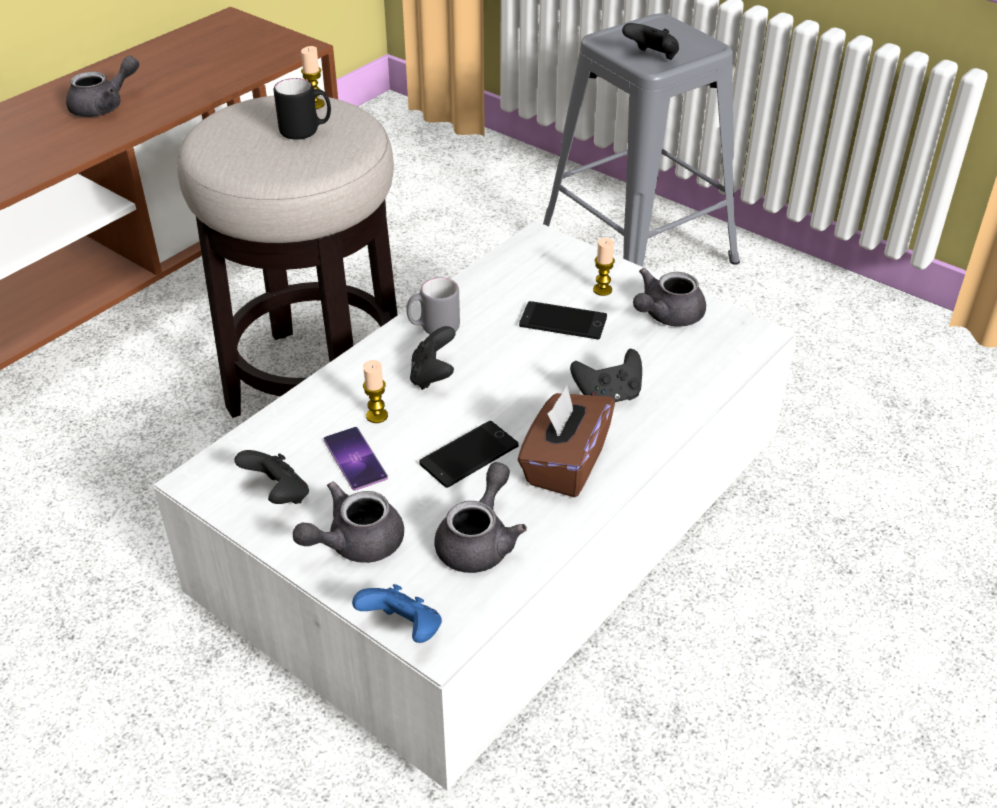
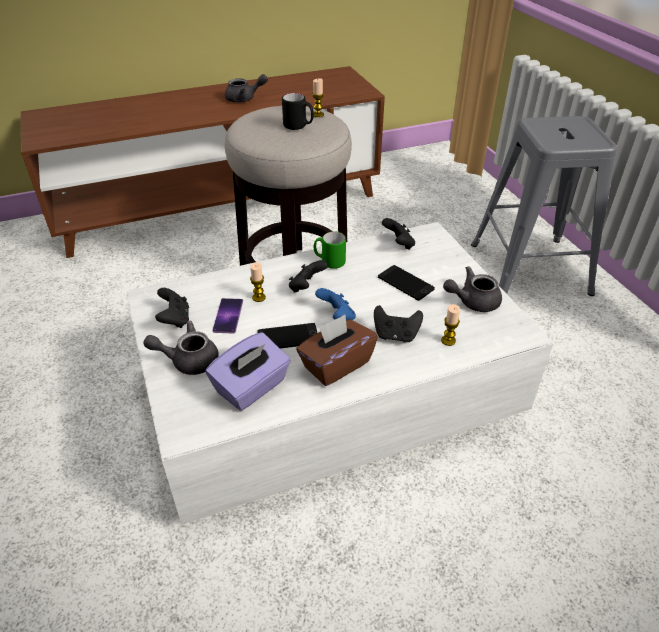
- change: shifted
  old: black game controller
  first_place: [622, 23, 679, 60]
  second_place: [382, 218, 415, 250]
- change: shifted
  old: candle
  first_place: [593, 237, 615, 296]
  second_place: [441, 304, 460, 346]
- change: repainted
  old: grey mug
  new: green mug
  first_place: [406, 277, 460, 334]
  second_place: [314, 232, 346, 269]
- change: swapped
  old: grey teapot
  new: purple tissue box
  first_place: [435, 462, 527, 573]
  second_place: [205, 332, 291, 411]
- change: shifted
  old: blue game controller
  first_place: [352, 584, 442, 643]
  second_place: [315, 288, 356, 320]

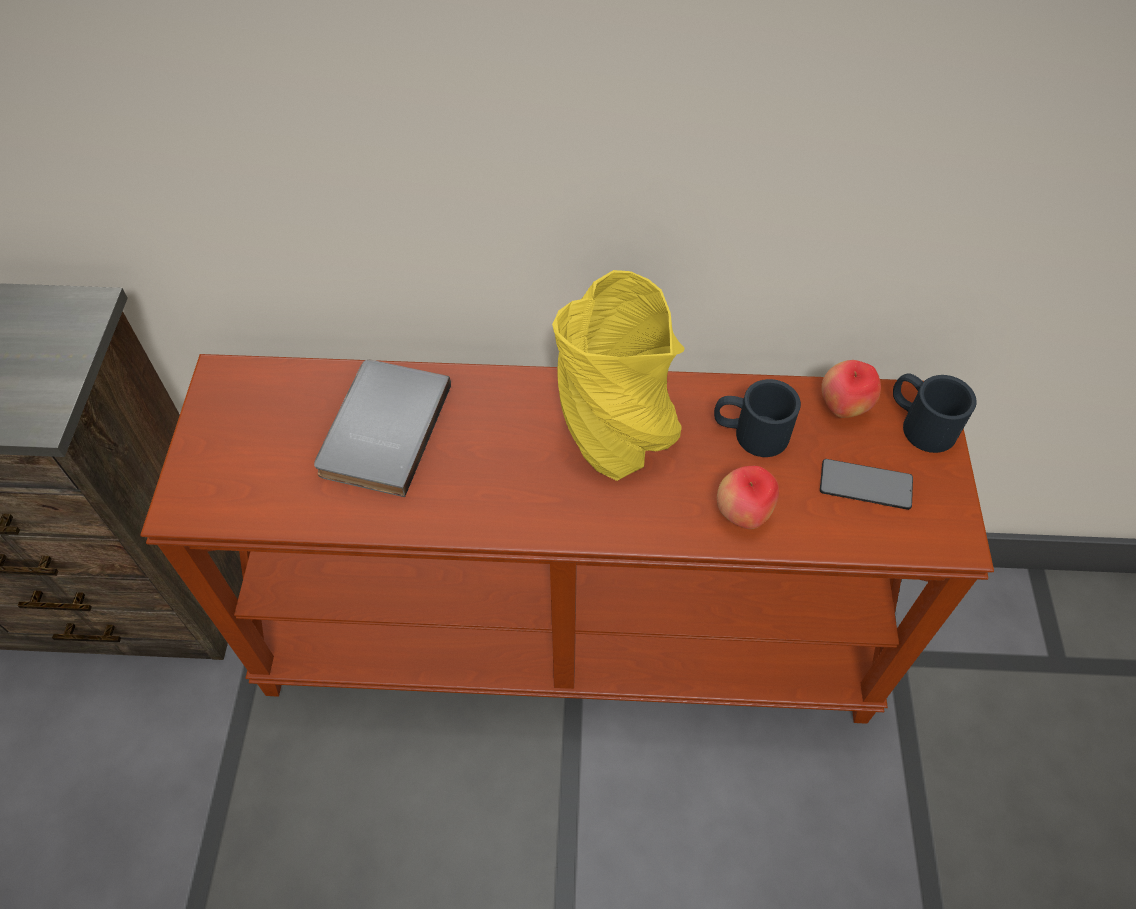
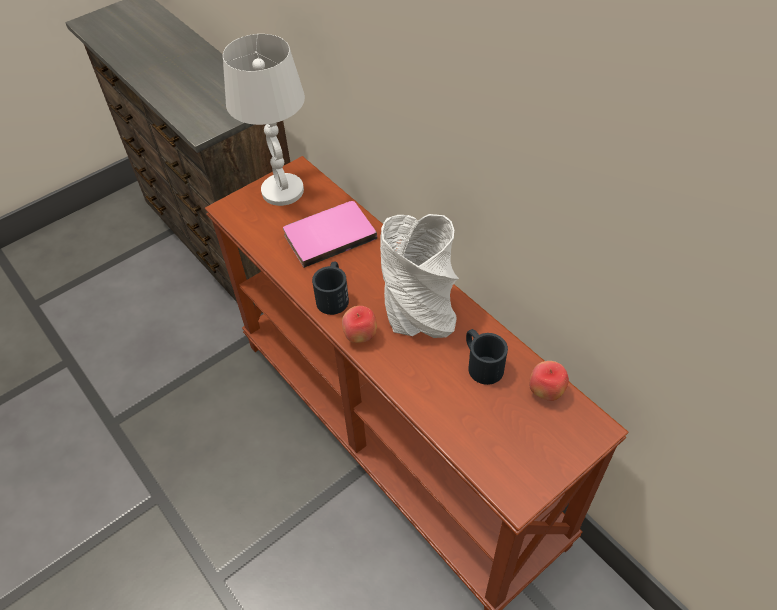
- change: repainted
  old: yellow vase
  new: grey vase
  first_place: [552, 270, 685, 481]
  second_place: [380, 214, 459, 338]
- change: repainted
  old: grey book
  new: pink book
  first_place: [314, 360, 451, 497]
  second_place: [283, 201, 377, 268]
- change: shifted
  old: black mug
  first_place: [893, 373, 977, 453]
  second_place: [312, 261, 349, 315]
- change: gone
  old: phone
  first_place: [820, 459, 913, 510]
- change: shifted
  old: apple
  first_place: [717, 466, 779, 529]
  second_place: [342, 306, 377, 343]
- change: new
  new: white table lamp
  second_place: [223, 34, 305, 206]

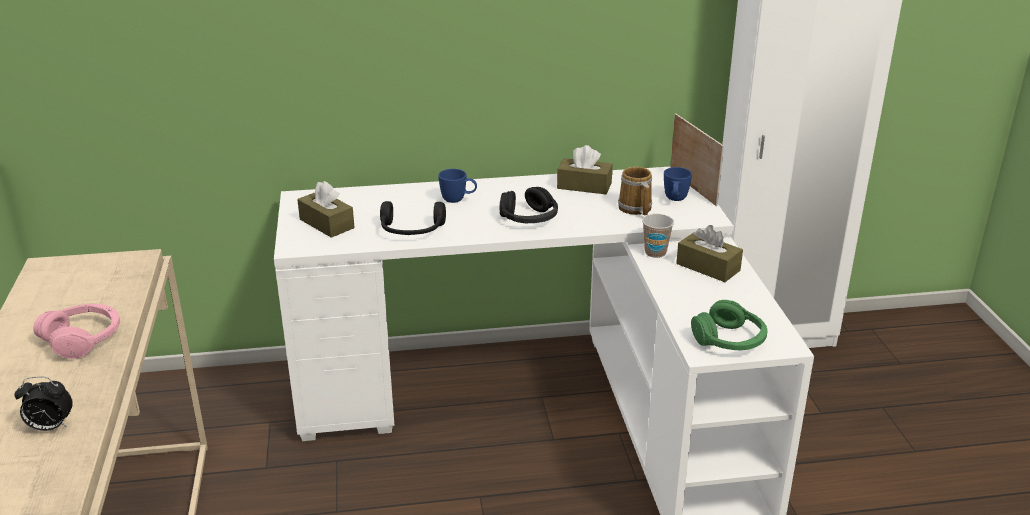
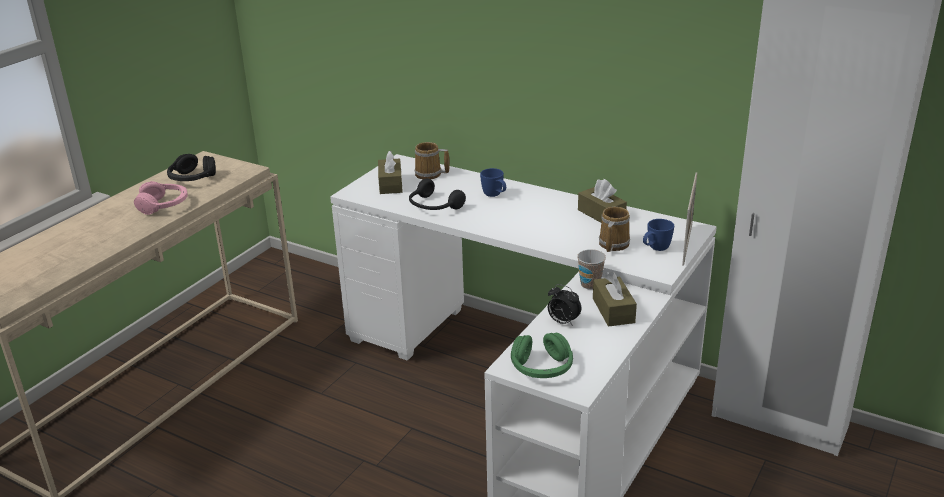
- change: shifted
  old: black headphones
  first_place: [499, 187, 558, 223]
  second_place: [167, 154, 216, 181]
- change: shifted
  old: alarm clock
  first_place: [14, 377, 73, 431]
  second_place: [548, 284, 581, 326]
- change: new
  new: mug
  second_place: [414, 142, 450, 180]

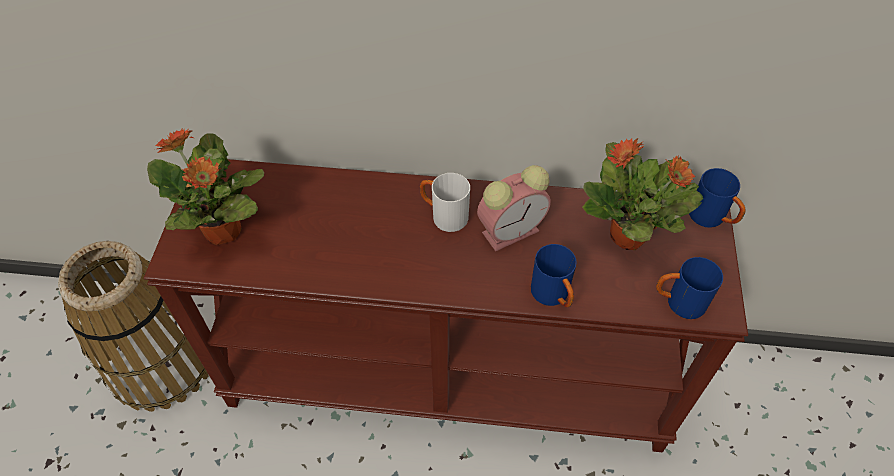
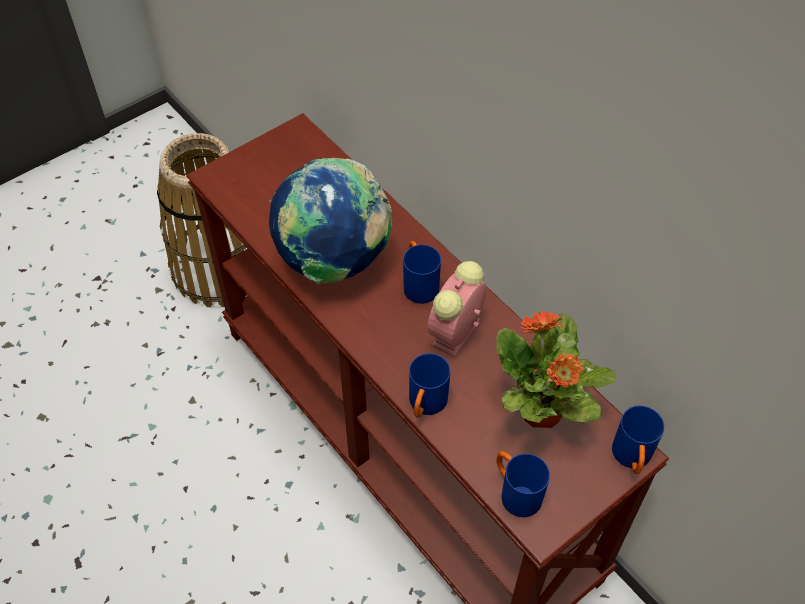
- change: gone
  old: potted plant
  first_place: [147, 129, 264, 245]
- change: rotated
  old: alarm clock
  first_place: [477, 165, 551, 251]
  second_place: [427, 261, 487, 357]
  degrees: 105
- change: repainted
  old: white mug
  new: blue mug
  first_place: [420, 173, 470, 232]
  second_place: [403, 241, 441, 304]
- change: new
  new: globe
  second_place: [269, 158, 393, 285]

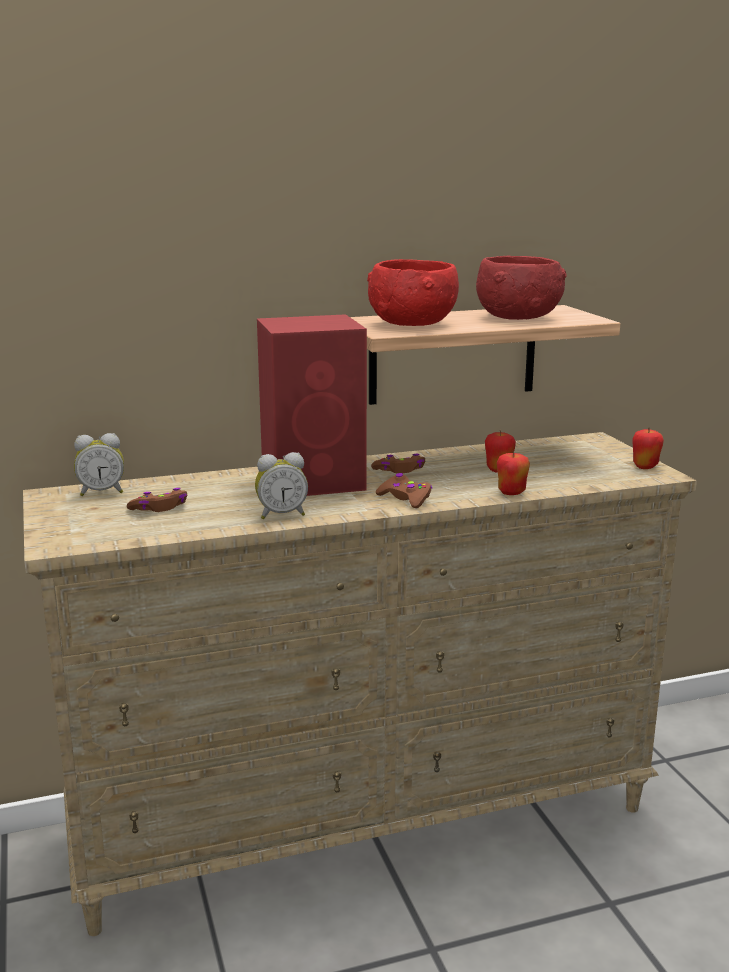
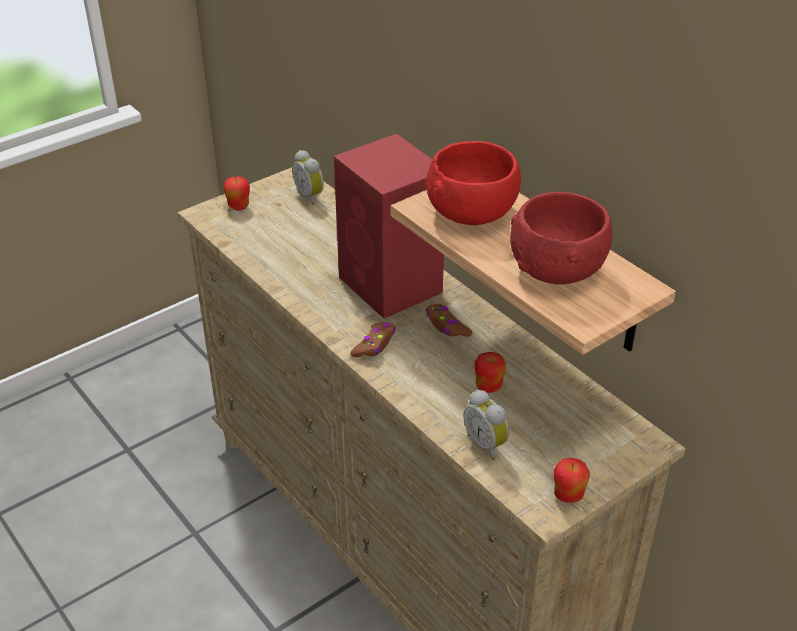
- change: shifted
  old: apple
  first_place: [497, 451, 530, 495]
  second_place: [223, 176, 250, 211]
- change: shifted
  old: alarm clock
  first_place: [255, 452, 308, 519]
  second_place: [463, 390, 509, 460]
- change: gone
  old: brown game controller
  first_place: [127, 488, 188, 512]

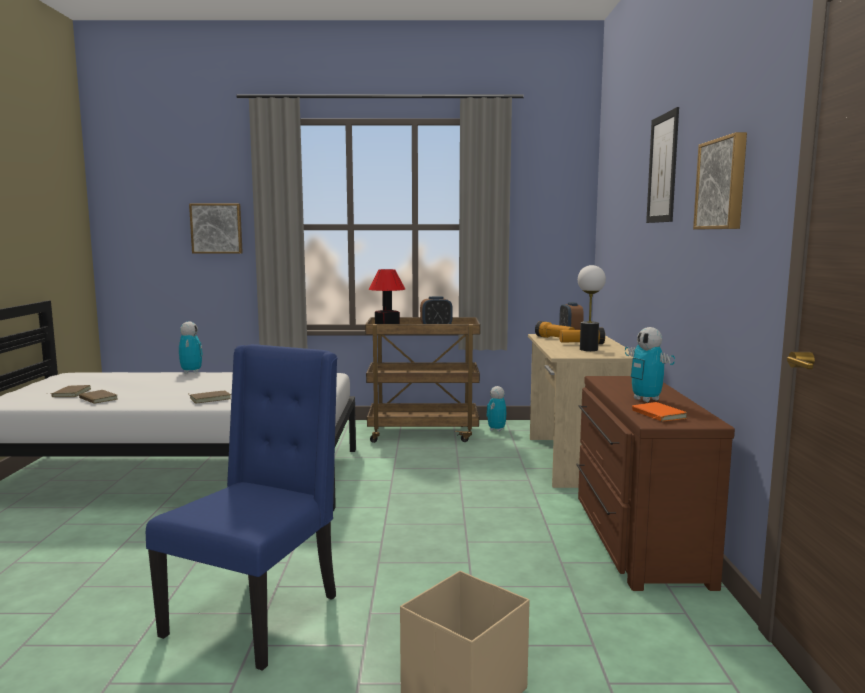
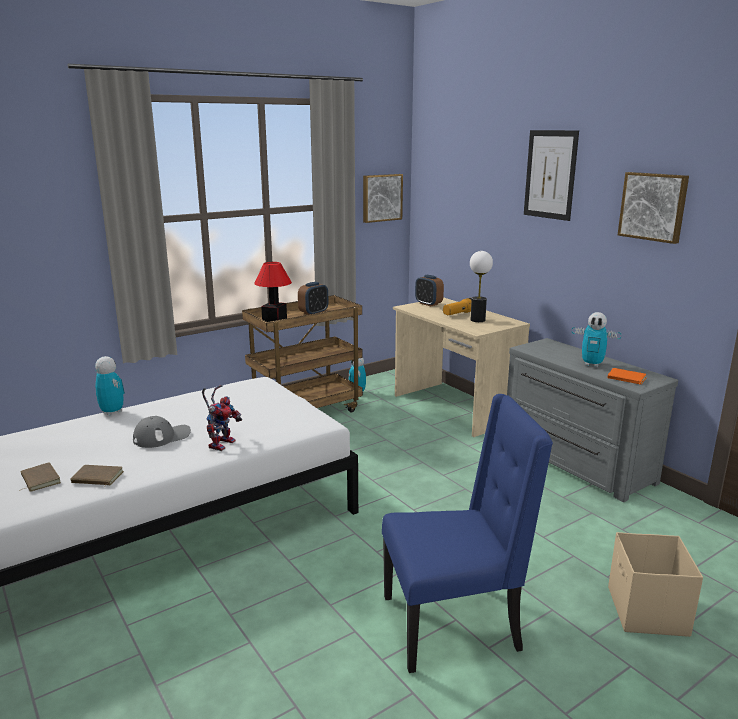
- change: shifted
  old: picture
  first_place: [189, 204, 243, 254]
  second_place: [363, 174, 403, 223]
- change: gone
  old: flashlight
  first_place: [535, 321, 575, 338]
- change: rotated
  old: blue chair
  first_place: [146, 344, 338, 671]
  second_place: [382, 394, 553, 673]
  degrees: 90
- change: repainted
  old: brown dresser
  new: grey dresser
  first_place: [576, 376, 735, 591]
  second_place: [507, 338, 678, 502]
- change: swapped
  old: brown book
  new: toy robot
  first_place: [188, 391, 231, 403]
  second_place: [202, 385, 242, 451]
- change: new
  new: grey cap
  second_place: [133, 416, 191, 448]

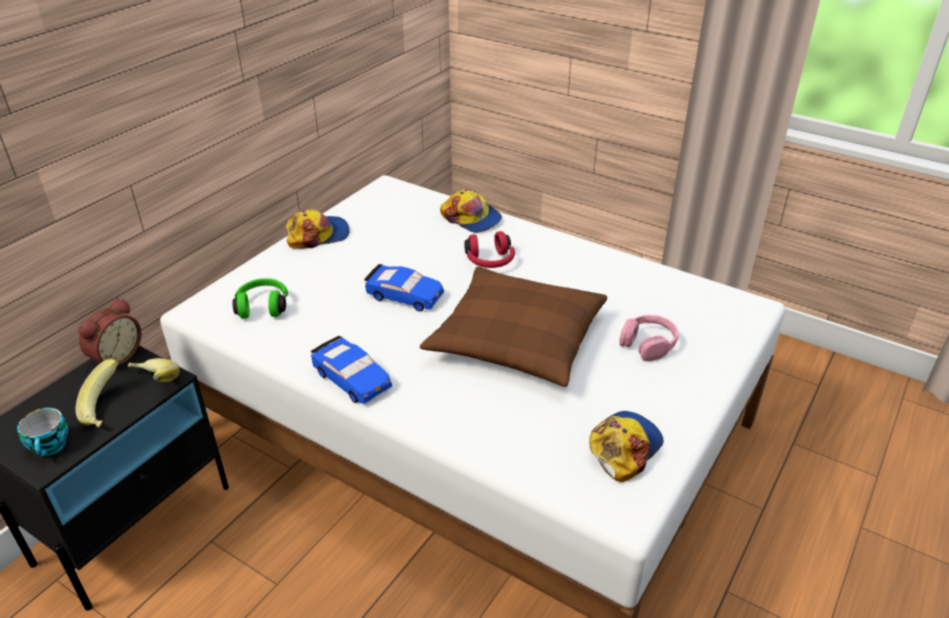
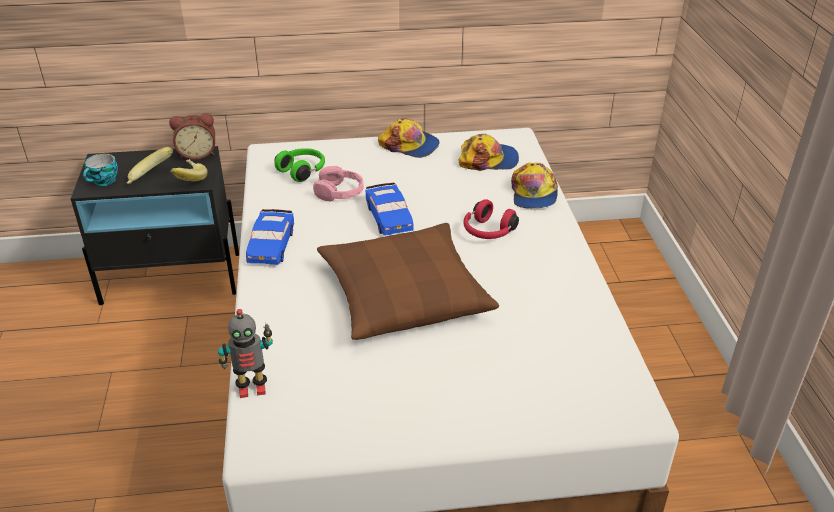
- change: shifted
  old: pink headphones
  first_place: [619, 315, 678, 362]
  second_place: [313, 166, 364, 202]
- change: shifted
  old: cap
  first_place: [589, 411, 664, 482]
  second_place: [458, 134, 519, 171]
- change: new
  new: toy robot
  second_place: [218, 309, 273, 398]

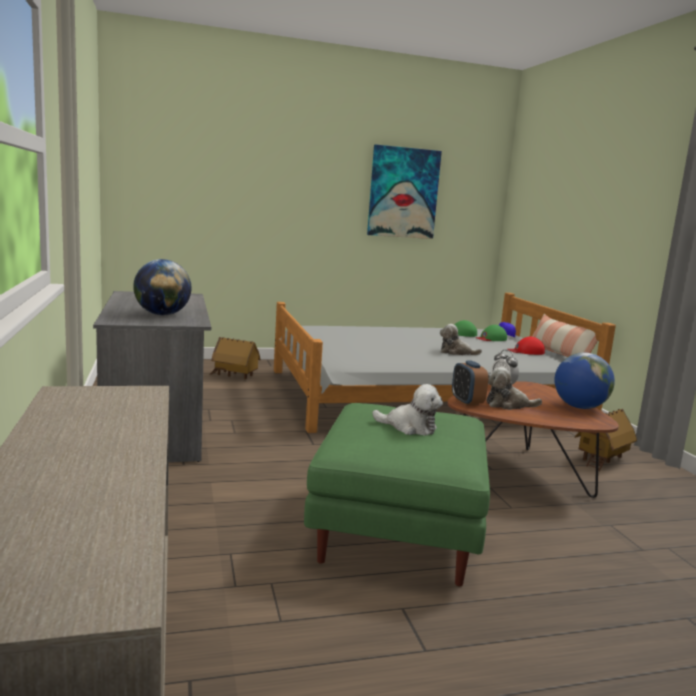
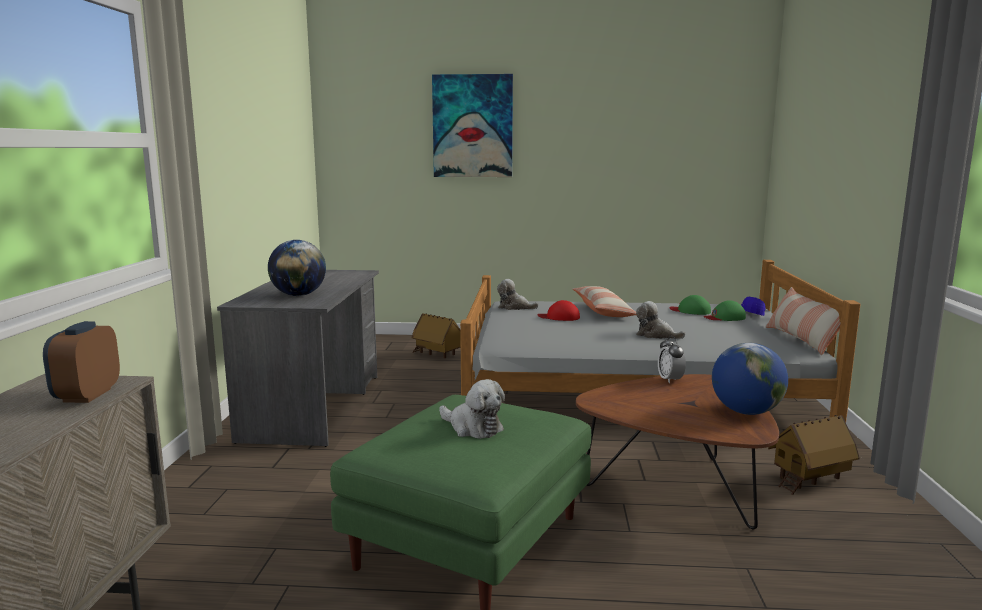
- change: shifted
  old: picture
  first_place: [367, 144, 442, 239]
  second_place: [432, 74, 513, 177]
- change: shifted
  old: red cap
  first_place: [508, 337, 545, 355]
  second_place: [537, 300, 580, 321]
- change: shifted
  old: alarm clock
  first_place: [452, 361, 488, 406]
  second_place: [43, 321, 120, 403]
- change: shifted
  old: plush toy
  first_place: [487, 367, 542, 410]
  second_place: [497, 279, 539, 310]
- change: new
  new: pillow
  second_place: [573, 286, 637, 317]

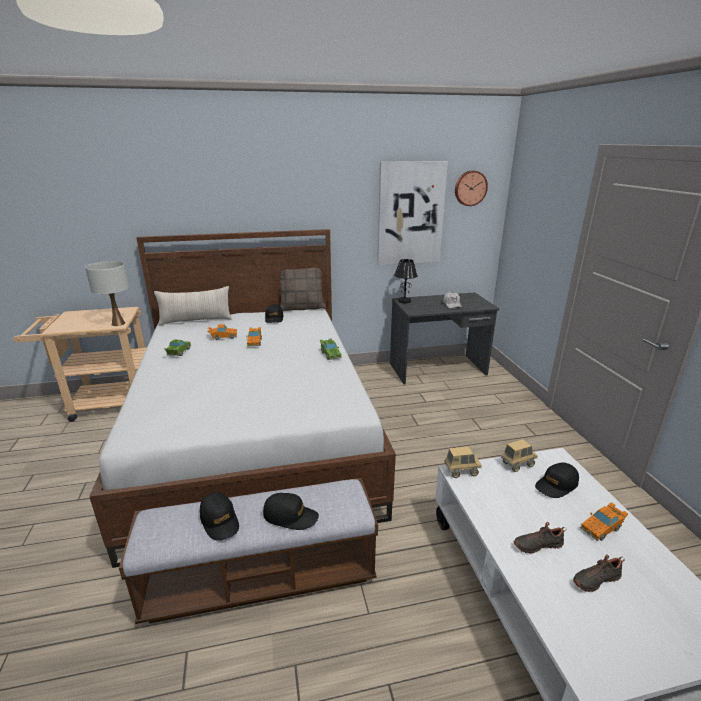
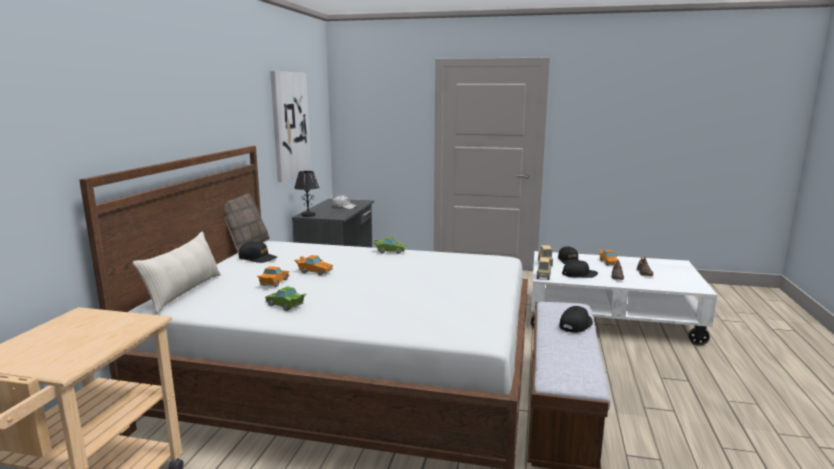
- change: gone
  old: wall clock
  first_place: [455, 171, 488, 206]
- change: gone
  old: white table lamp
  first_place: [85, 261, 129, 326]
- change: shifted
  old: black cap
  first_place: [200, 492, 239, 541]
  second_place: [562, 261, 598, 278]

